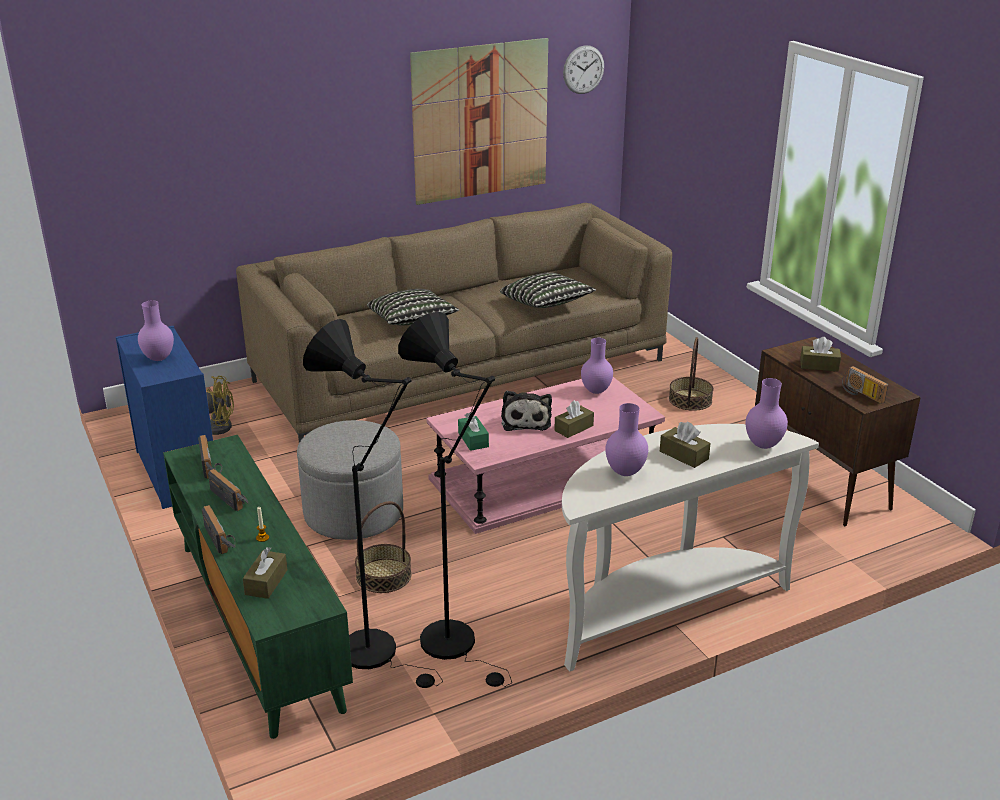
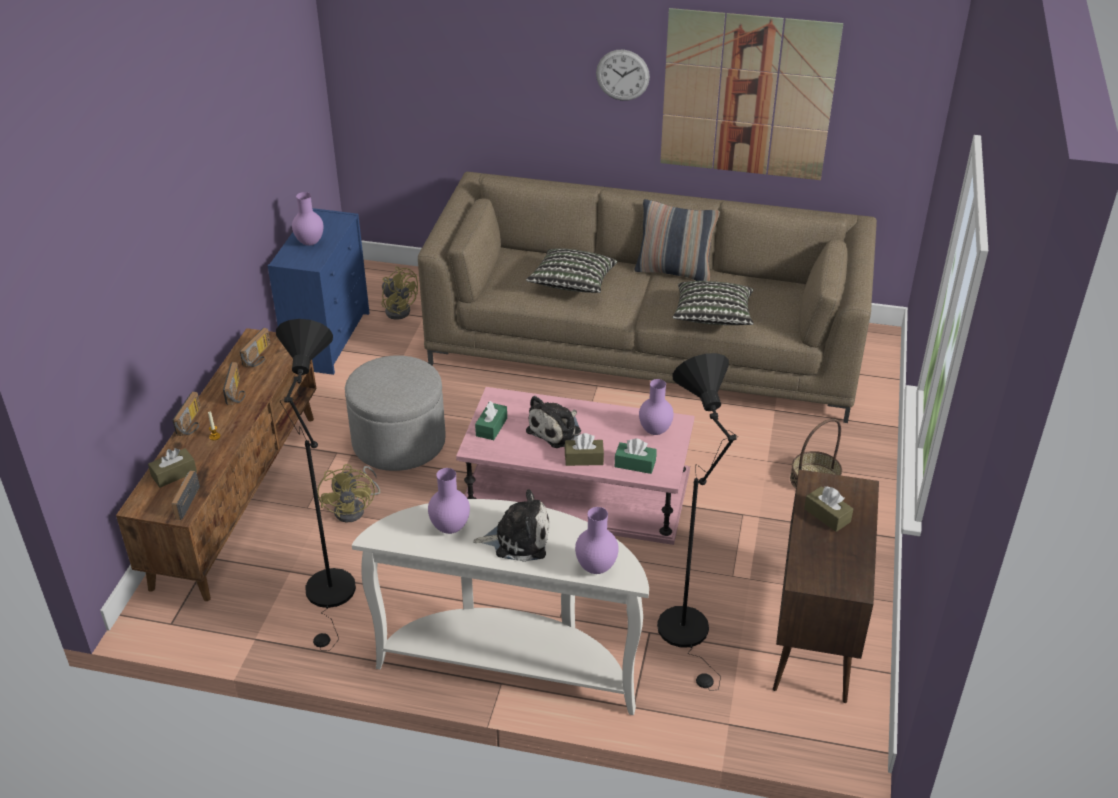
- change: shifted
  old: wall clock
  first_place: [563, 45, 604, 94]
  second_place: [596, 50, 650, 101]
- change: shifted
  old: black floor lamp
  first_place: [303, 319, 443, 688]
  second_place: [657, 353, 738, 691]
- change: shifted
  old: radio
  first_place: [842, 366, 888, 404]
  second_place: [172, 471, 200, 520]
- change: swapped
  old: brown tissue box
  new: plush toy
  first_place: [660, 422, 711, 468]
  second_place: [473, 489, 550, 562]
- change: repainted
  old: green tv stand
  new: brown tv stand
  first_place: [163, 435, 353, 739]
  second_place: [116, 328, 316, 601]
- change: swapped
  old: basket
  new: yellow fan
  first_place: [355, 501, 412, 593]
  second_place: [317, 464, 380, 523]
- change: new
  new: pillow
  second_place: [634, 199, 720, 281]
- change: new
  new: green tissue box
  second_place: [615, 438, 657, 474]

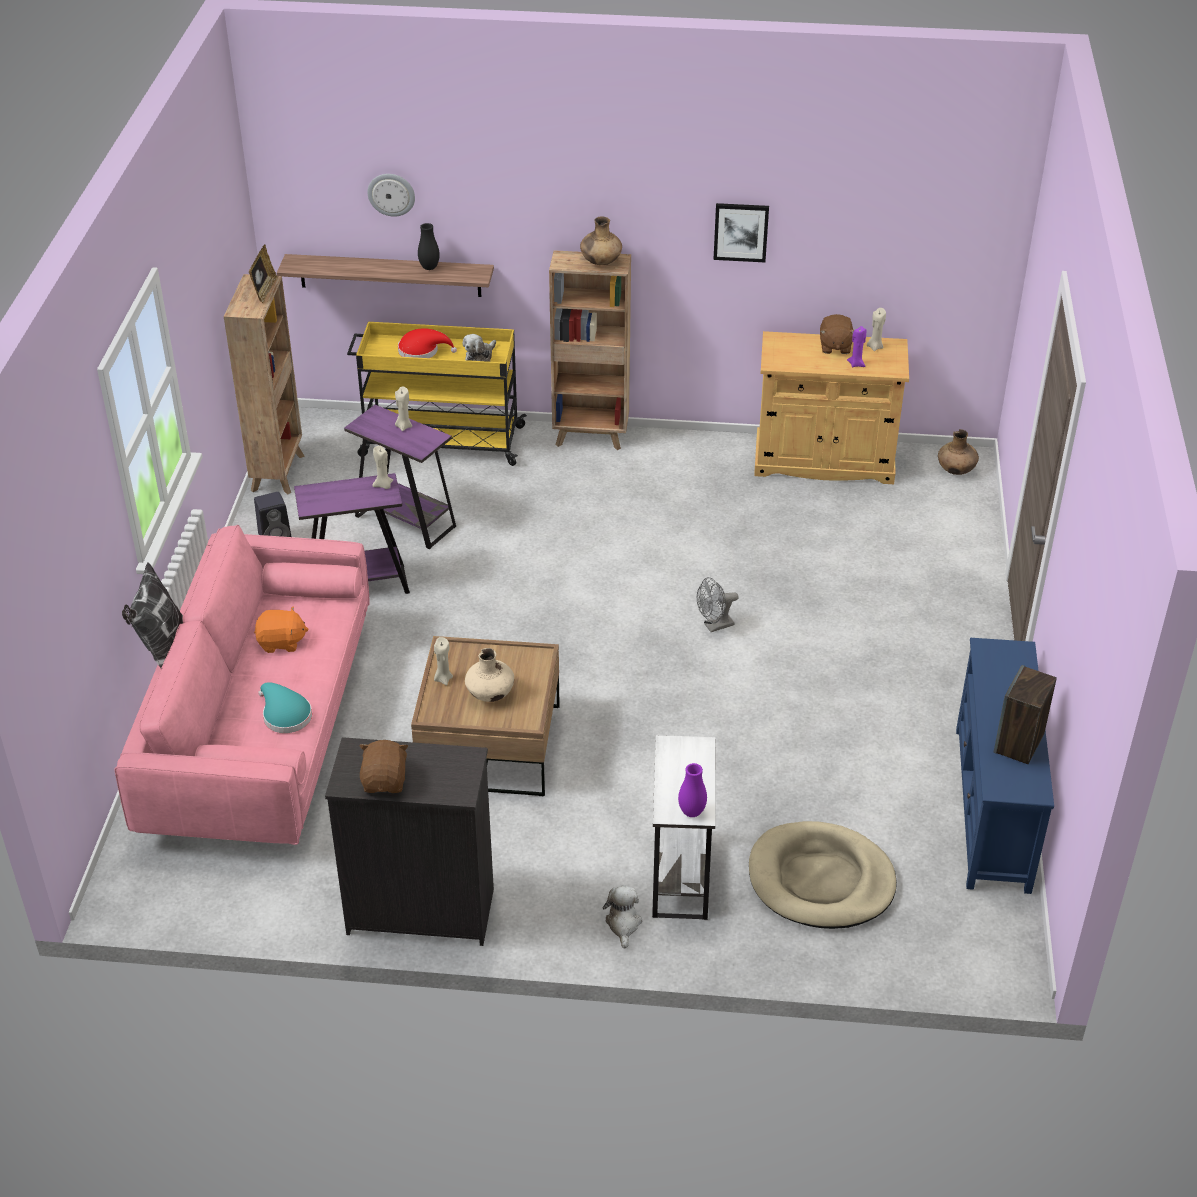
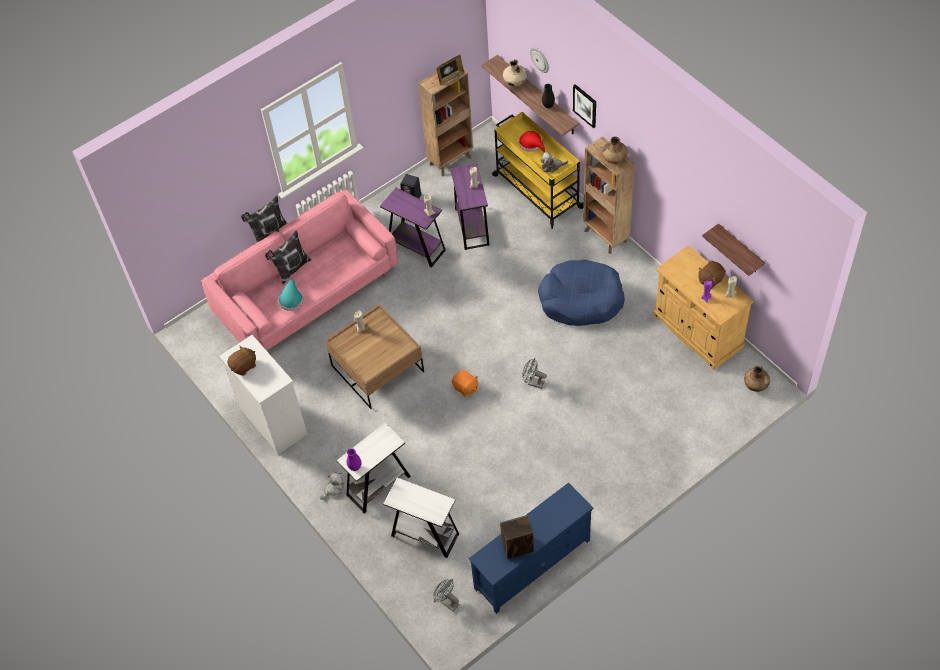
- change: shifted
  old: picture
  first_place: [713, 203, 769, 262]
  second_place: [573, 84, 596, 128]
- change: shifted
  old: orange plush toy
  first_place: [254, 606, 309, 653]
  second_place: [452, 370, 478, 397]
- change: shifted
  old: beige vase
  first_place: [465, 648, 514, 702]
  second_place: [503, 59, 527, 86]
- change: repainted
  old: black dresser
  new: white dresser
  first_place: [325, 737, 494, 946]
  second_place: [219, 335, 307, 454]
- change: swapped
  old: beige dog bed
  new: white side table
  first_place: [749, 821, 897, 929]
  second_place: [383, 478, 459, 558]
- change: new
  new: shelf
  second_place: [702, 224, 765, 276]
- change: new
  new: pillow
  second_place: [265, 230, 311, 284]
- change: new
  new: blue dog bed
  second_place: [538, 259, 625, 326]
- change: new
  new: grey fan
  second_place: [433, 579, 459, 612]

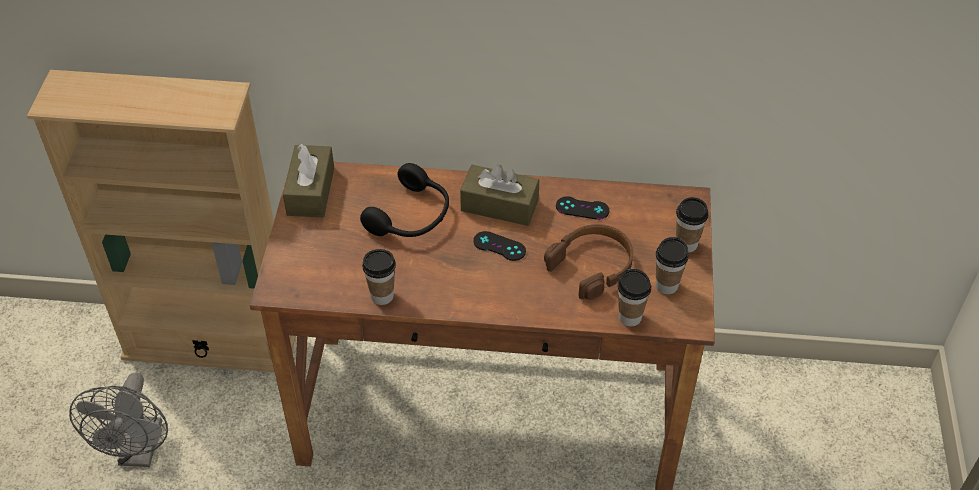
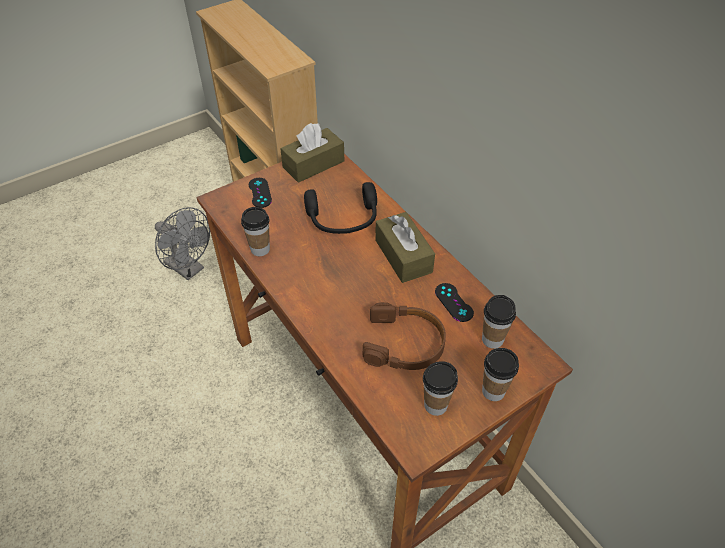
- change: shifted
  old: black game controller
  first_place: [473, 231, 526, 261]
  second_place: [249, 178, 272, 208]
- change: shifted
  old: cup
  first_place: [618, 269, 651, 326]
  second_place: [482, 295, 516, 349]
- change: rotated
  old: grey fan
  first_place: [69, 372, 168, 467]
  second_place: [155, 207, 210, 280]
  degrees: -105

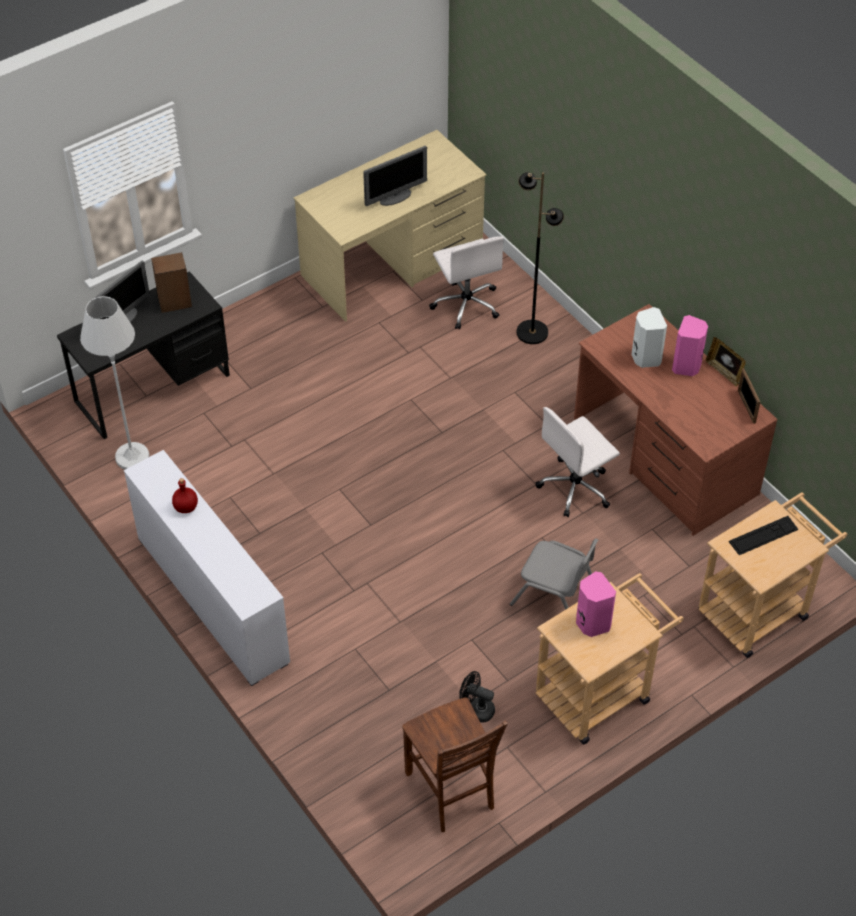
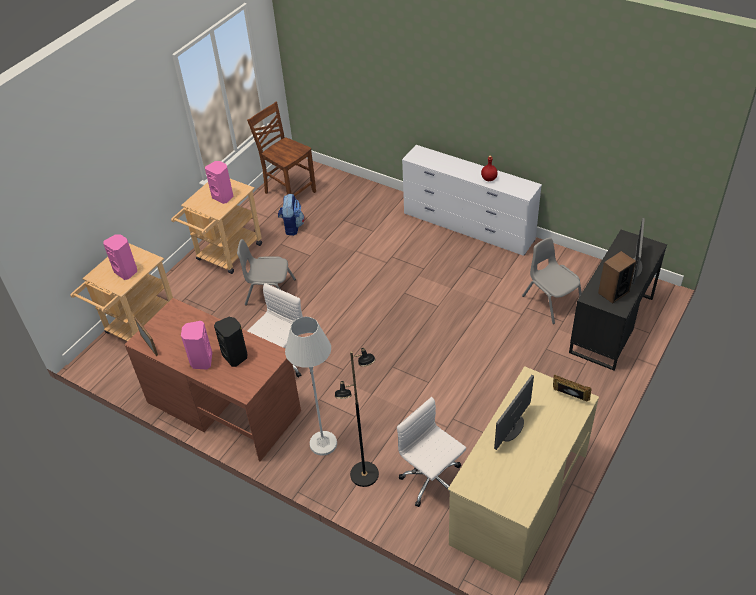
- change: shifted
  old: white floor lamp
  first_place: [80, 296, 150, 470]
  second_place: [285, 317, 337, 456]
- change: repainted
  old: white speaker
  new: black speaker
  first_place: [631, 307, 667, 368]
  second_place: [214, 317, 247, 367]
- change: shifted
  old: picture frame
  first_place: [706, 337, 746, 387]
  second_place: [553, 374, 592, 402]
- change: swapped
  old: keyboard
  new: pink speaker
  first_place: [729, 516, 799, 555]
  second_place: [103, 234, 137, 280]
- change: swapped
  old: black fan
  new: backpack
  first_place: [459, 671, 495, 723]
  second_place: [278, 194, 305, 236]
- change: new
  new: grey chair
  second_place: [522, 237, 582, 324]

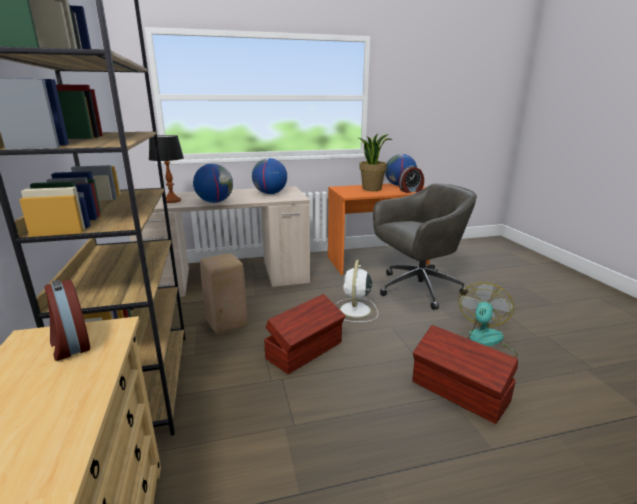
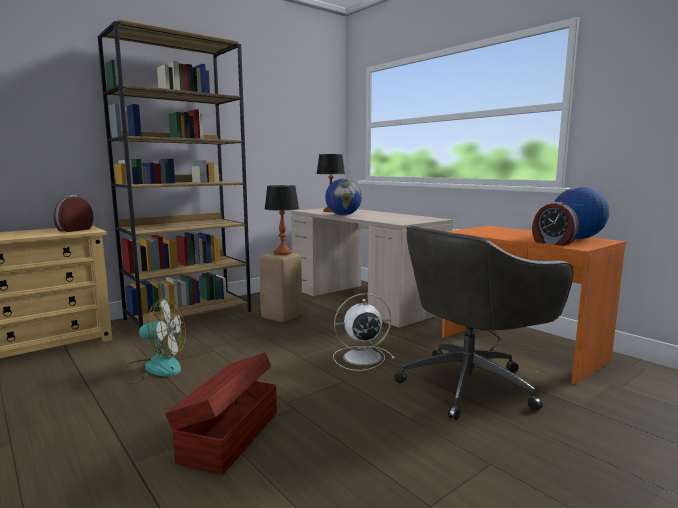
- change: gone
  old: potted plant
  first_place: [359, 134, 392, 191]
- change: gone
  old: globe
  first_place: [252, 158, 287, 194]
- change: rotated
  old: grey office chair
  first_place: [373, 183, 477, 310]
  second_place: [394, 226, 573, 420]
  degrees: 105
- change: shifted
  old: fan
  first_place: [458, 282, 518, 357]
  second_place: [119, 298, 186, 384]
- change: gone
  old: brown storage box
  first_place: [264, 294, 346, 374]
- change: new
  new: table lamp
  second_place: [265, 185, 299, 255]

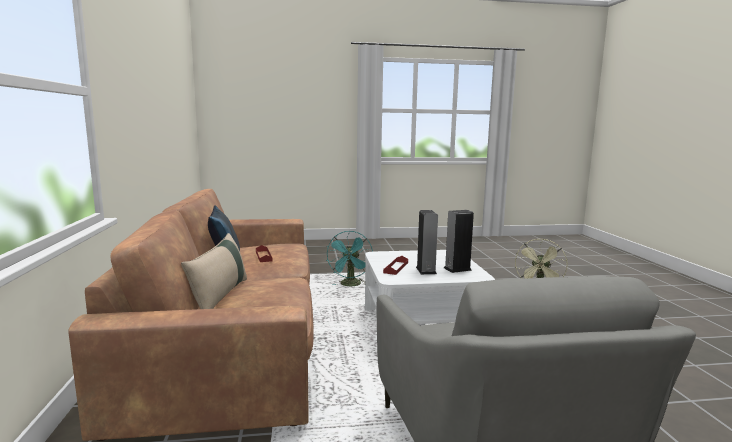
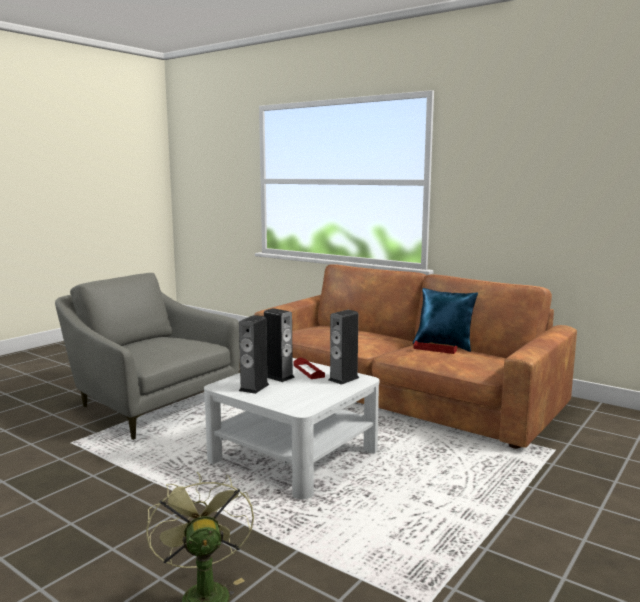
- change: gone
  old: turquoise fan
  first_place: [326, 231, 373, 286]
- change: gone
  old: beige pillow
  first_place: [181, 233, 247, 309]
- change: new
  new: speaker
  second_place: [329, 310, 359, 385]

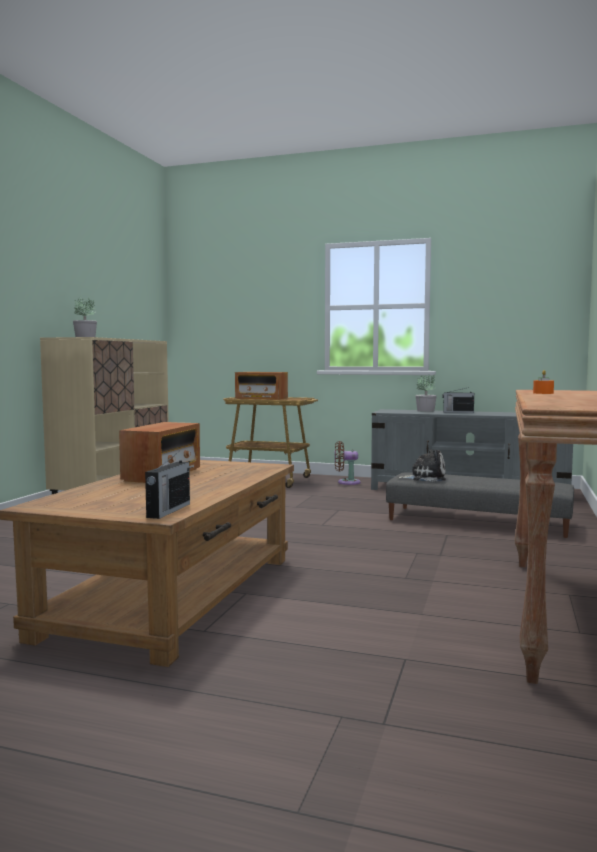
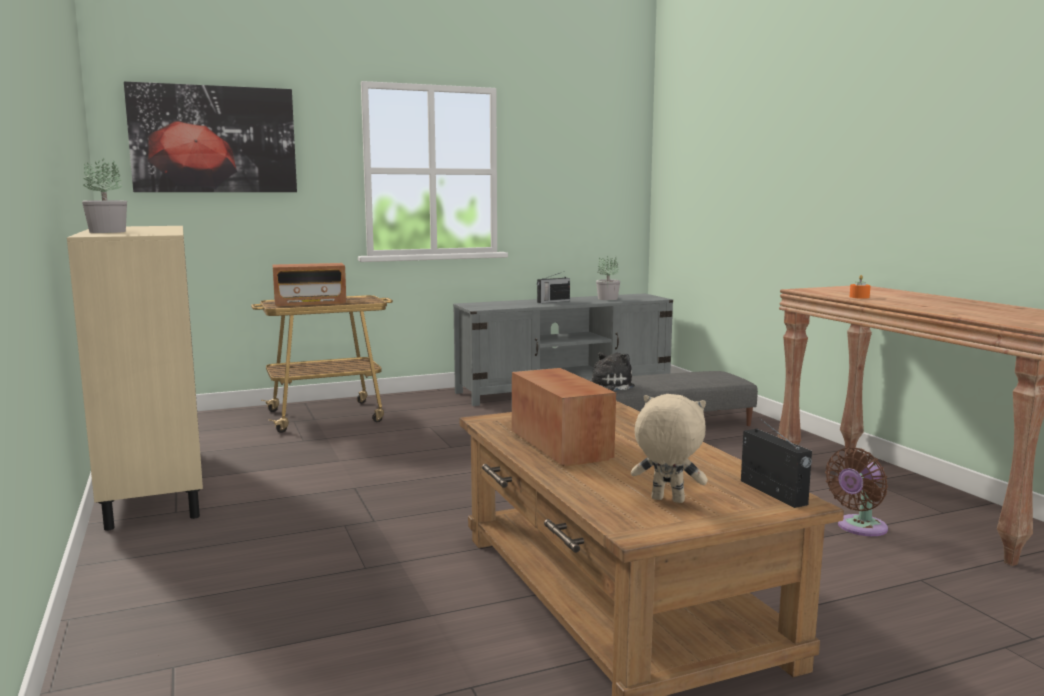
- change: shifted
  old: potted plant
  first_place: [416, 375, 437, 412]
  second_place: [596, 256, 620, 300]
- change: shifted
  old: brown fan
  first_place: [335, 441, 361, 485]
  second_place: [825, 447, 888, 536]
- change: new
  new: picture
  second_place: [124, 81, 297, 192]
- change: new
  new: beige plush toy
  second_place: [631, 394, 708, 503]

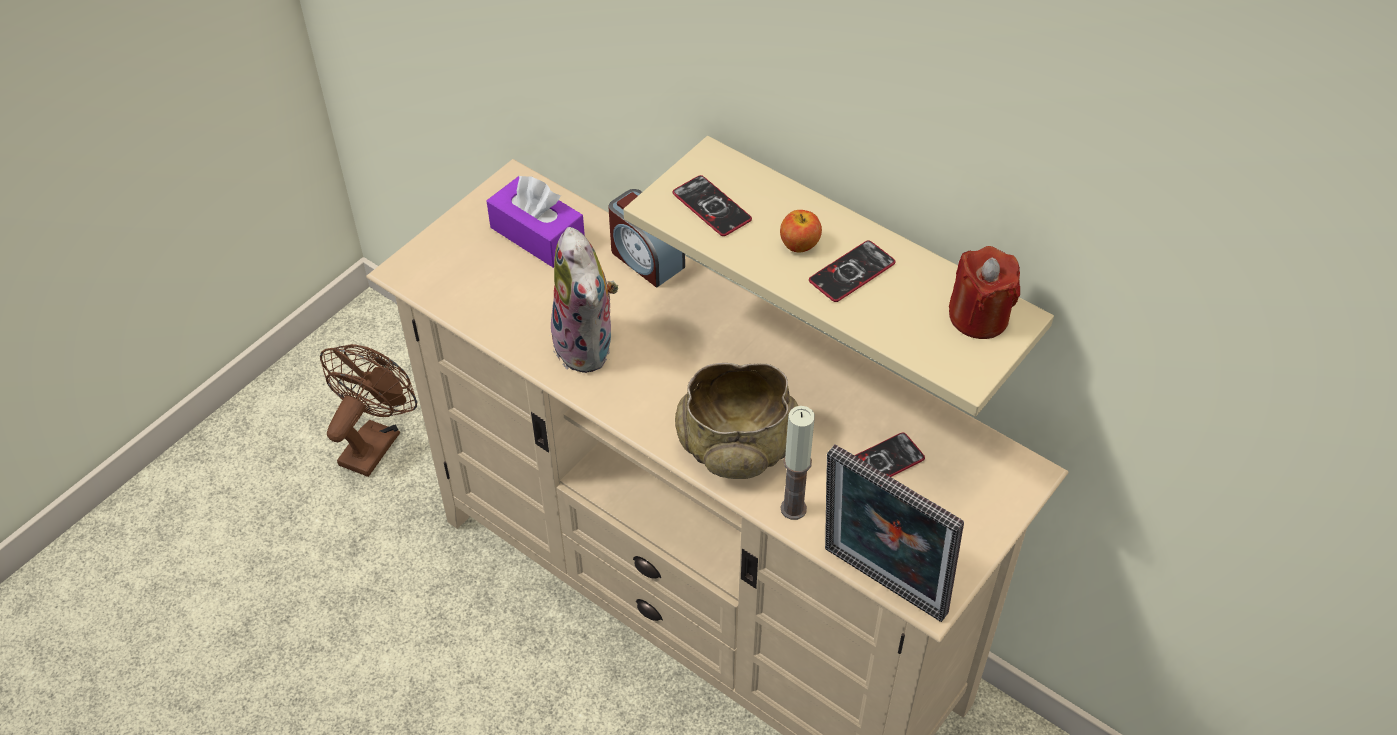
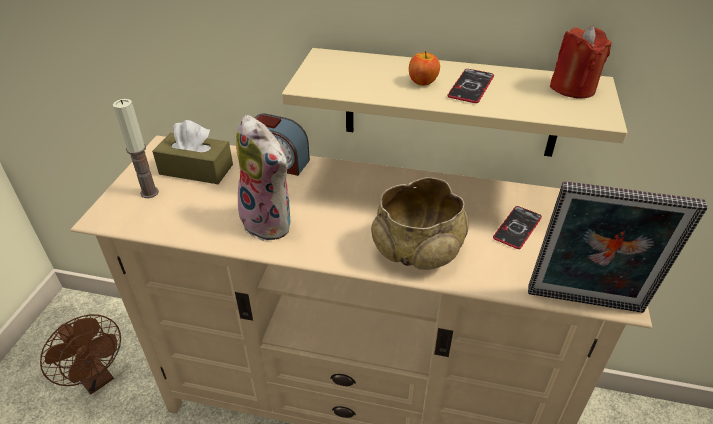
- change: gone
  old: phone
  first_place: [672, 175, 752, 236]
- change: repainted
  old: purple tissue box
  new: brown tissue box
  first_place: [487, 176, 585, 268]
  second_place: [152, 120, 233, 184]
- change: rotated
  old: brown fan
  first_place: [320, 344, 417, 477]
  second_place: [40, 314, 121, 395]
  degrees: 135
- change: shifted
  old: candle
  first_place: [780, 406, 815, 520]
  second_place: [113, 99, 159, 198]

